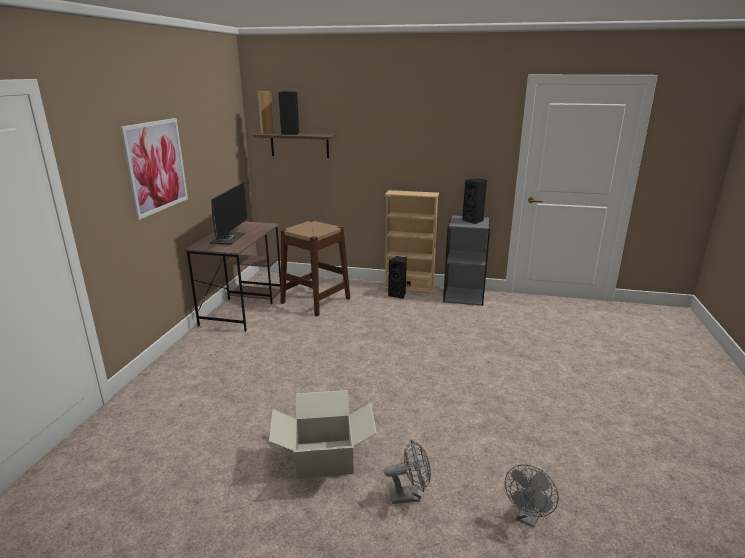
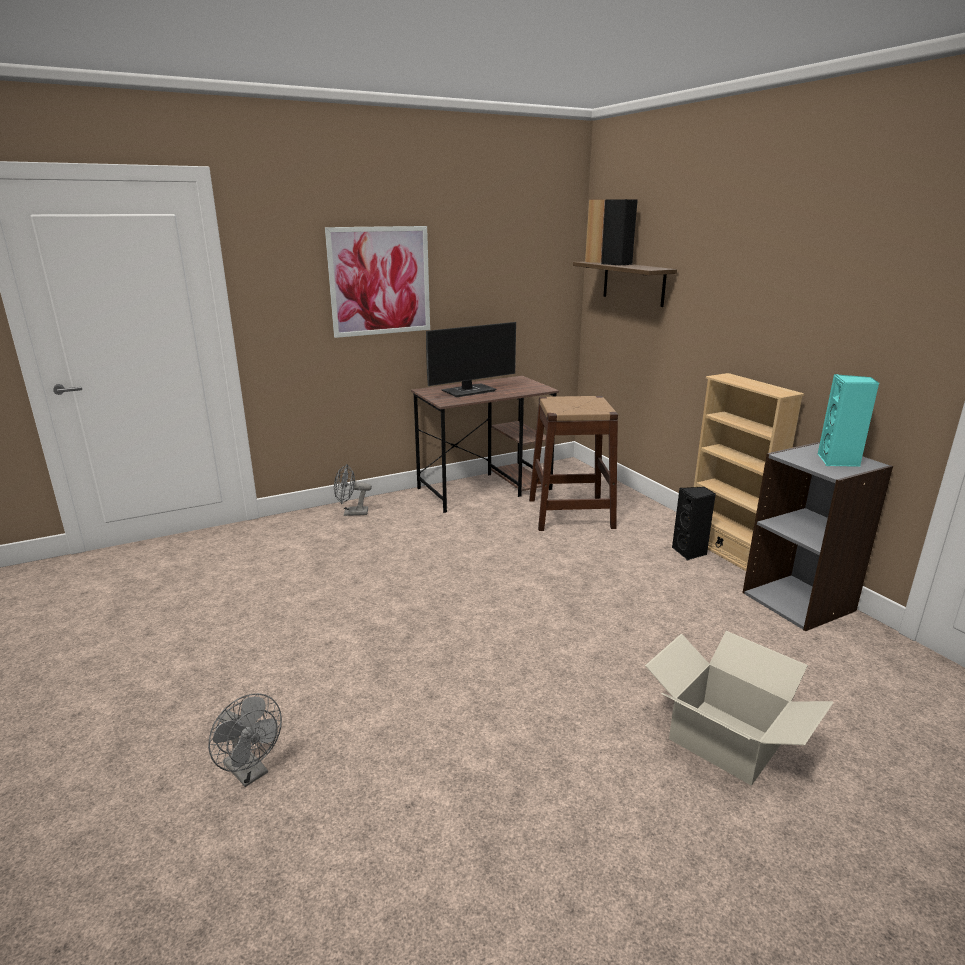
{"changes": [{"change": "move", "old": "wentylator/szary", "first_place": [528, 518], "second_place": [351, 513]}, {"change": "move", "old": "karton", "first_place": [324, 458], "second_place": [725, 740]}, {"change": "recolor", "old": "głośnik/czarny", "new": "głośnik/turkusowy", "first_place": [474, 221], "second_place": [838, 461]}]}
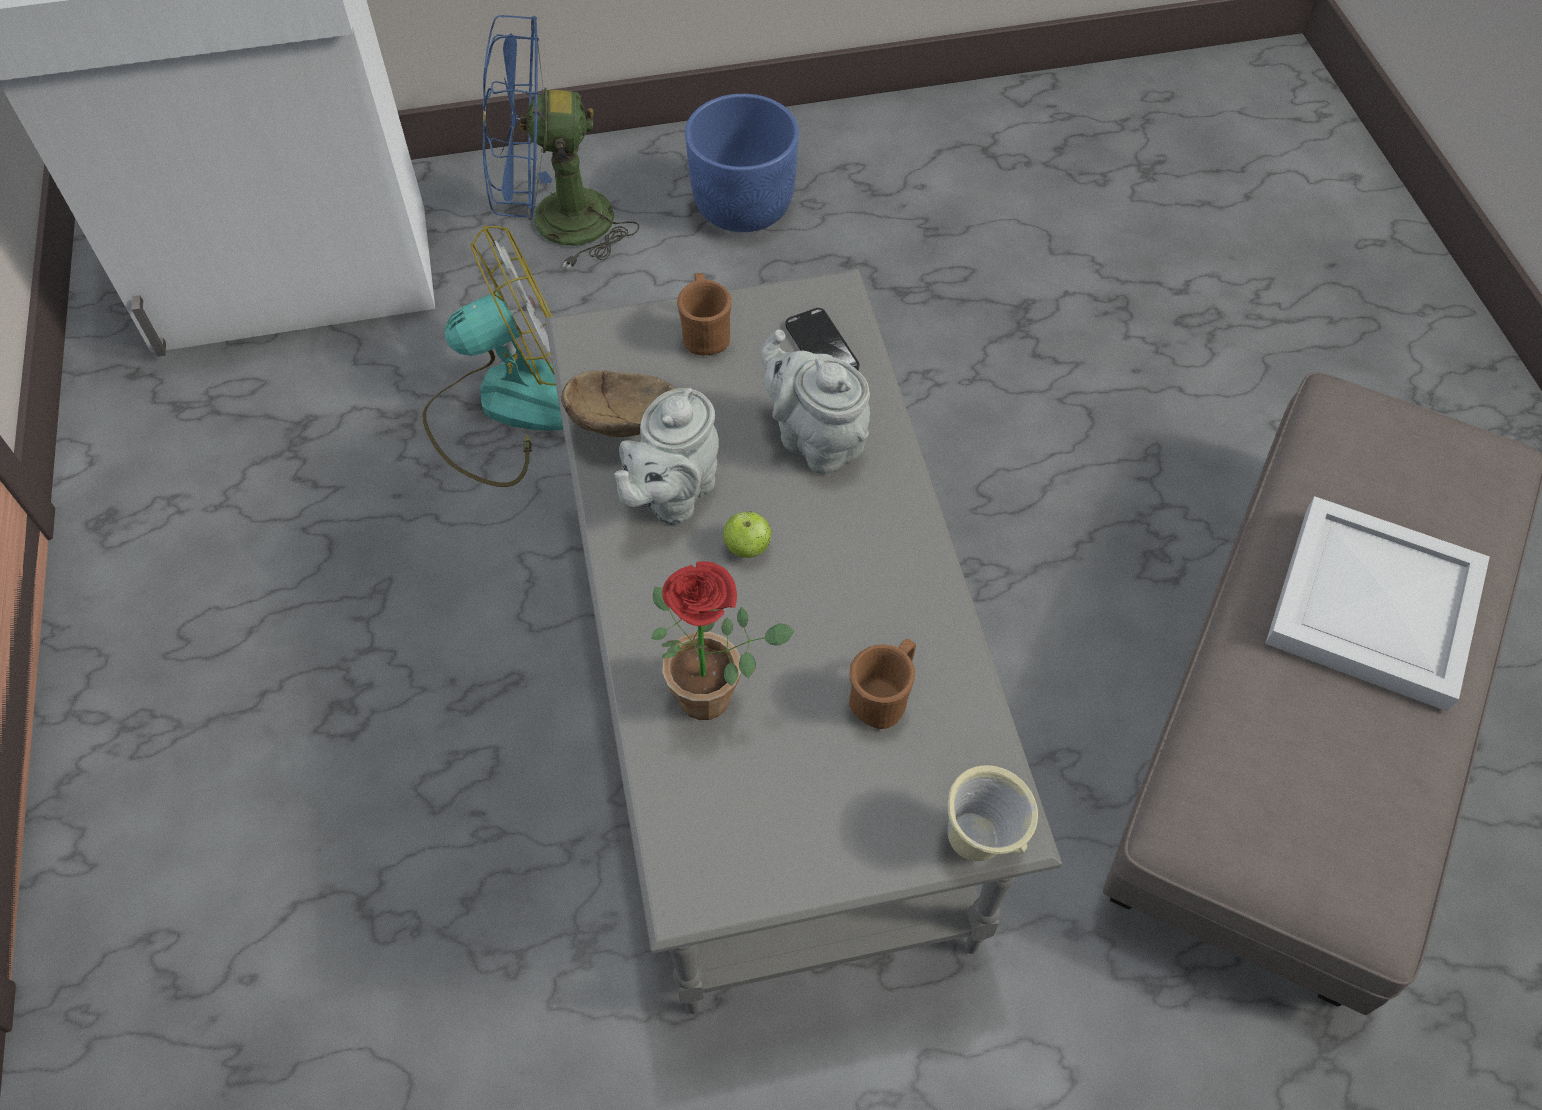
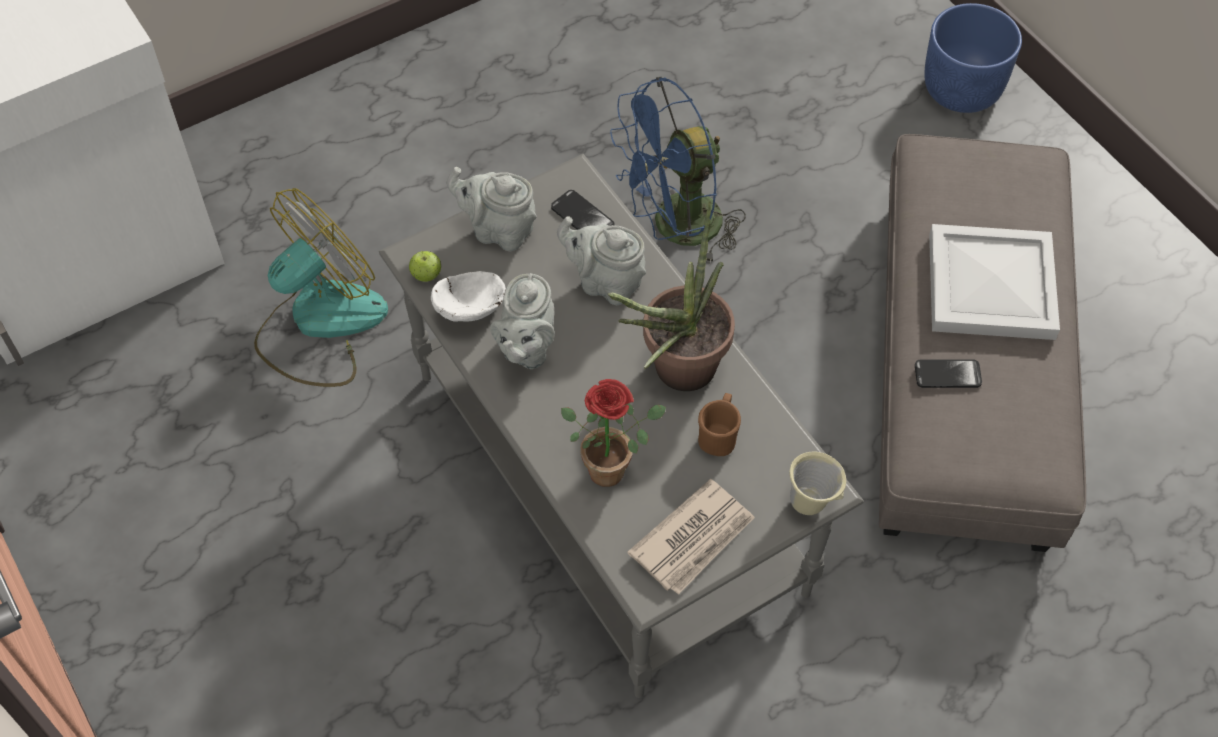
{"changes": [{"change": "move", "old": "jabłko", "first_place": [747, 547], "second_place": [426, 275]}, {"change": "recolor", "old": "miska/brązowy", "new": "miska/biały", "first_place": [628, 421], "second_place": [473, 307]}, {"change": "replace", "old": "kubek/brązowy", "new": "imbryk/szary", "first_place": [705, 334], "second_place": [498, 230]}, {"change": "insert", "new": "roślina doniczkowa", "second_place": [675, 374]}, {"change": "move", "old": "wentylator/niebieski", "first_place": [554, 223], "second_place": [675, 228]}, {"change": "insert", "new": "gazeta", "second_place": [694, 539]}, {"change": "insert", "new": "telefon", "second_place": [947, 375]}, {"change": "move", "old": "donica/niebieski", "first_place": [744, 206], "second_place": [962, 89]}]}
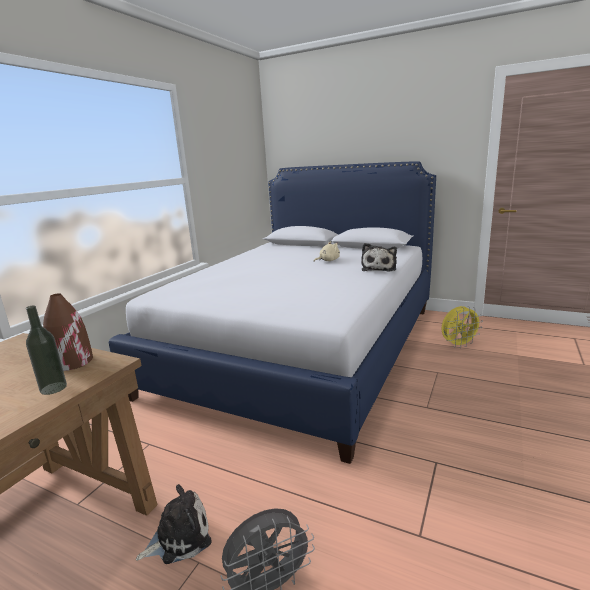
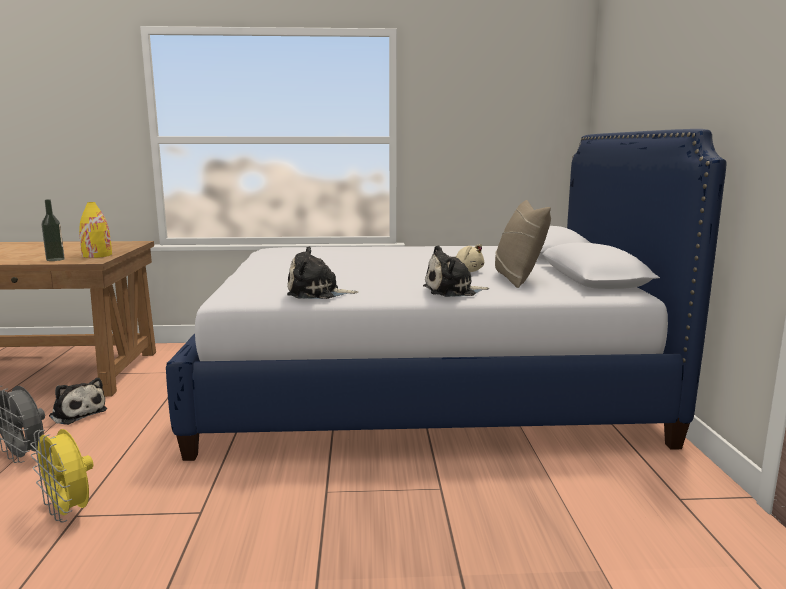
{"changes": [{"change": "move", "old": "wentylator/żółty", "first_place": [458, 345], "second_place": [69, 512]}, {"change": "recolor", "old": "wazon/brązowy", "new": "wazon/żółty", "first_place": [72, 362], "second_place": [97, 255]}, {"change": "insert", "new": "pluszak", "second_place": [317, 293]}, {"change": "insert", "new": "poduszka/beżowy", "second_place": [518, 278]}]}
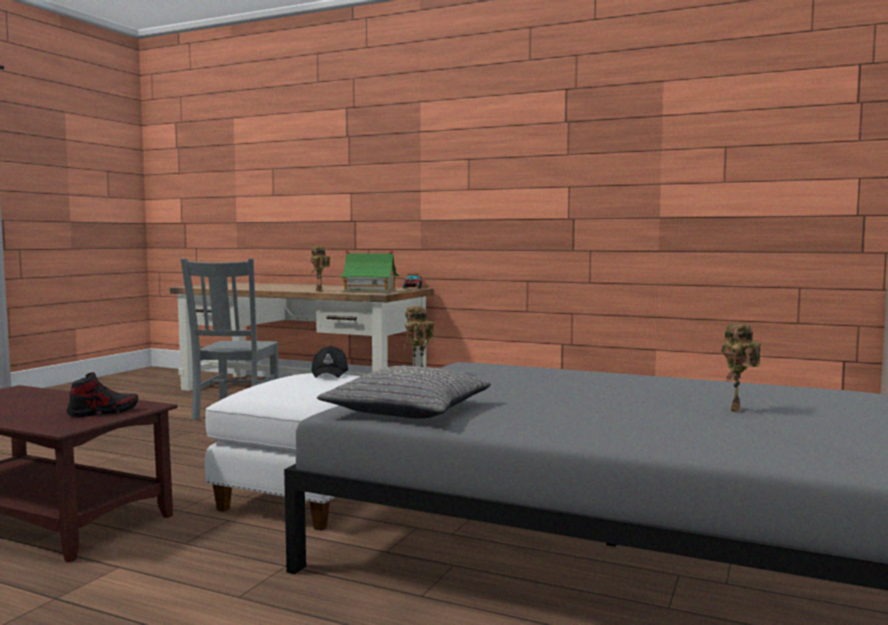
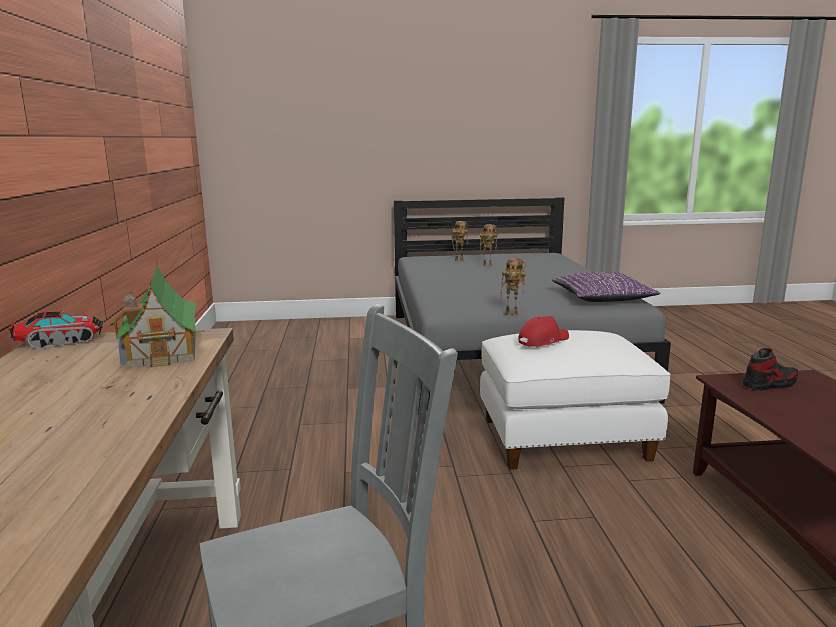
{"changes": [{"change": "move", "old": "robot zabawkowy", "first_place": [320, 291], "second_place": [459, 260]}, {"change": "recolor", "old": "czapka z daszkiem/czarny", "new": "czapka z daszkiem/czerwony", "first_place": [330, 373], "second_place": [542, 340]}, {"change": "recolor", "old": "poduszka/szary", "new": "poduszka/fioletowy", "first_place": [409, 410], "second_place": [602, 298]}, {"change": "rotate", "old": "but", "first_place": [103, 412], "second_place": [769, 384], "degrees": 135}]}
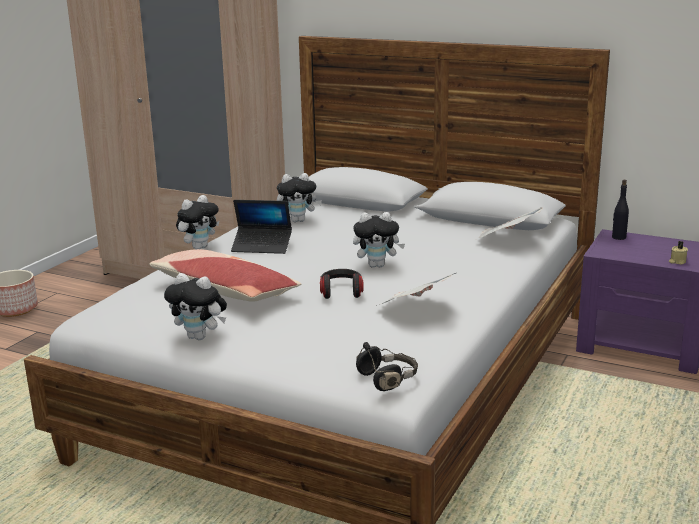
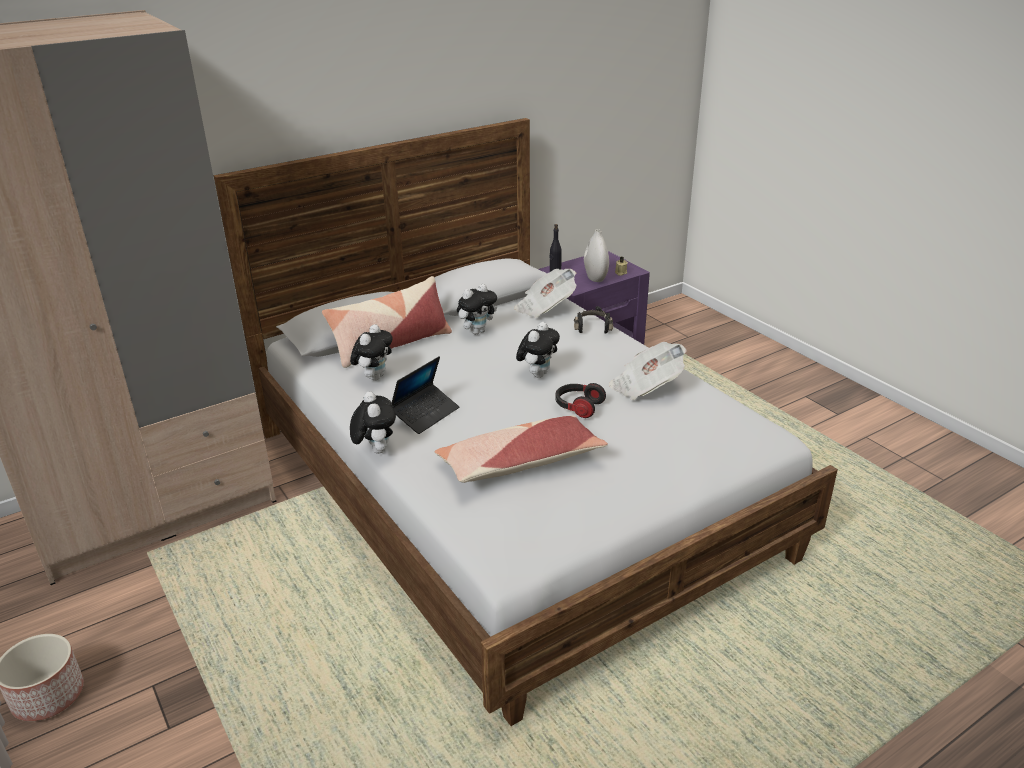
{"changes": [{"change": "insert", "new": "poduszka", "second_place": [391, 345]}, {"change": "move", "old": "pluszak", "first_place": [200, 337], "second_place": [477, 331]}, {"change": "move", "old": "słuchawki/czarny", "first_place": [388, 379], "second_place": [593, 328]}, {"change": "insert", "new": "wazon/biały", "second_place": [595, 277]}]}
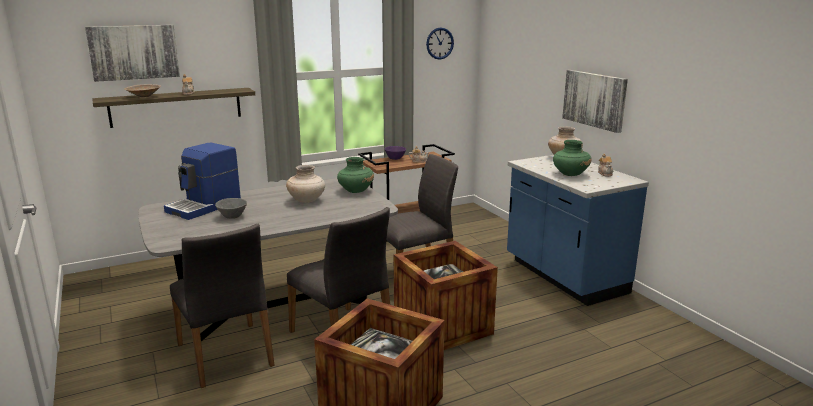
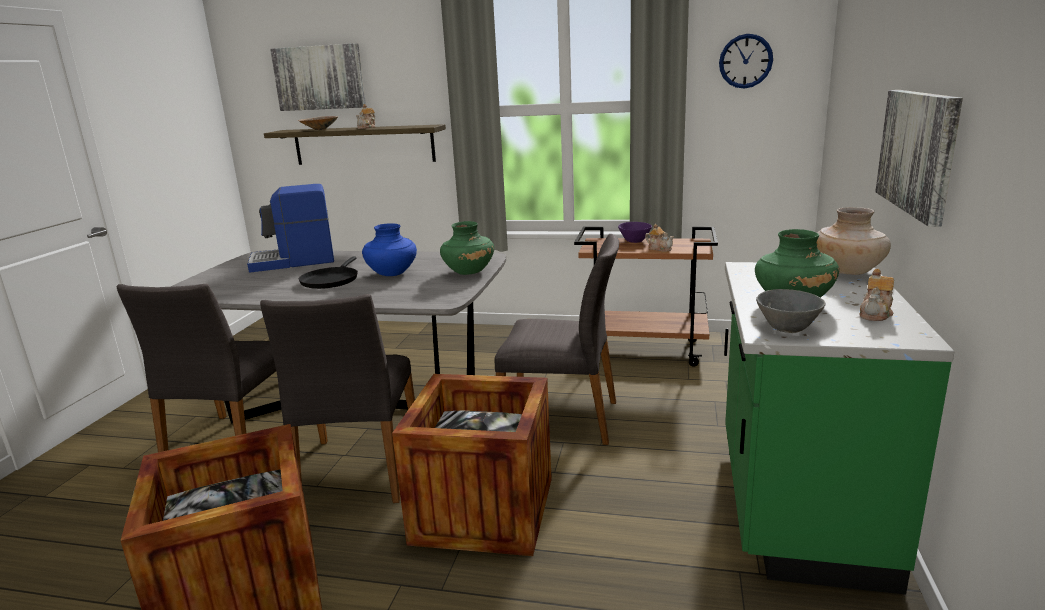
{"changes": [{"change": "insert", "new": "patelnia/czarny", "second_place": [330, 280]}, {"change": "recolor", "old": "wazon/beżowy", "new": "wazon/niebieski", "first_place": [307, 200], "second_place": [392, 273]}, {"change": "recolor", "old": "zabudowa kuchenna/niebieski", "new": "zabudowa kuchenna/zielony", "first_place": [564, 277], "second_place": [795, 506]}, {"change": "move", "old": "miska/szary", "first_place": [231, 217], "second_place": [786, 328]}]}
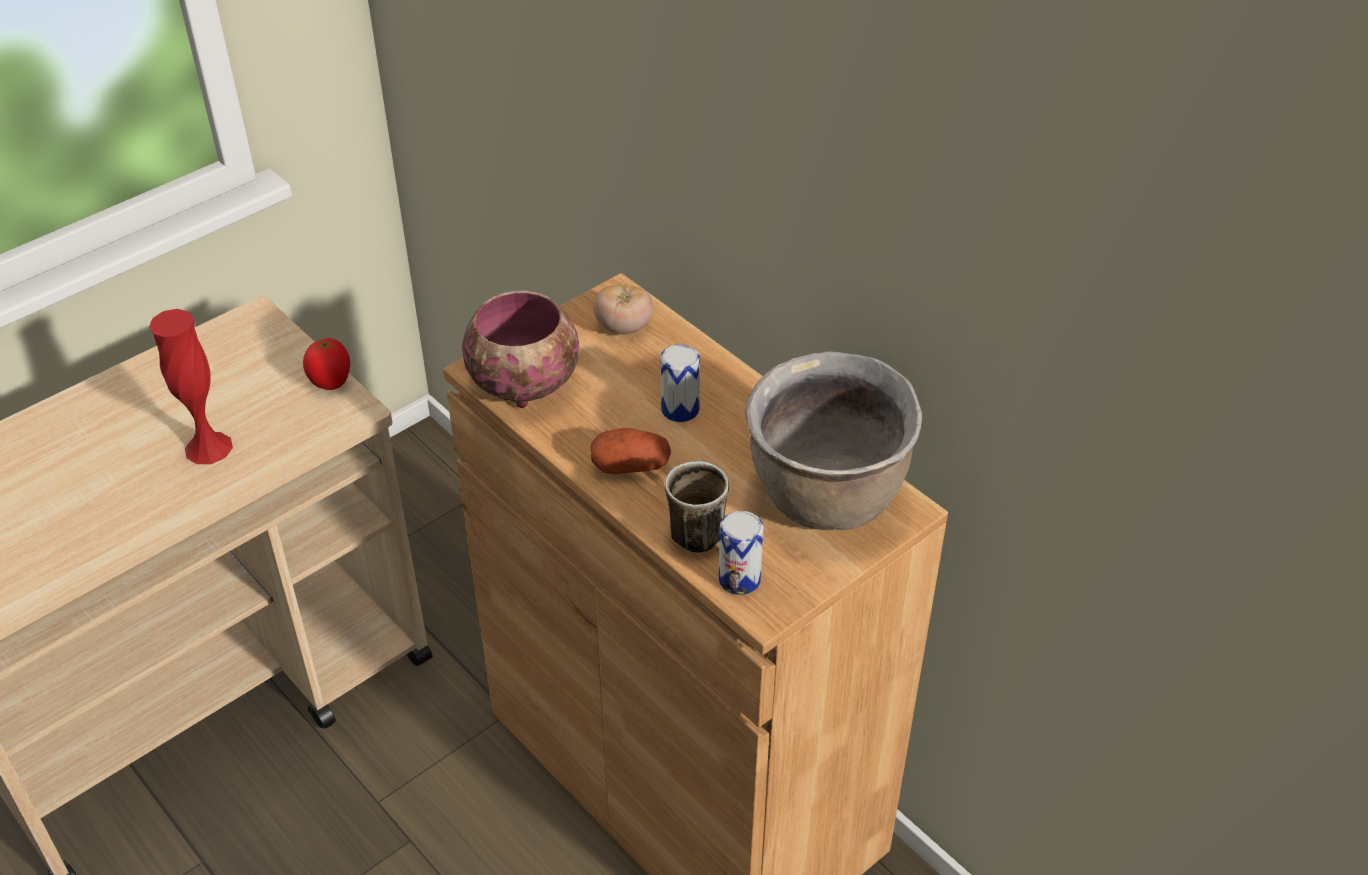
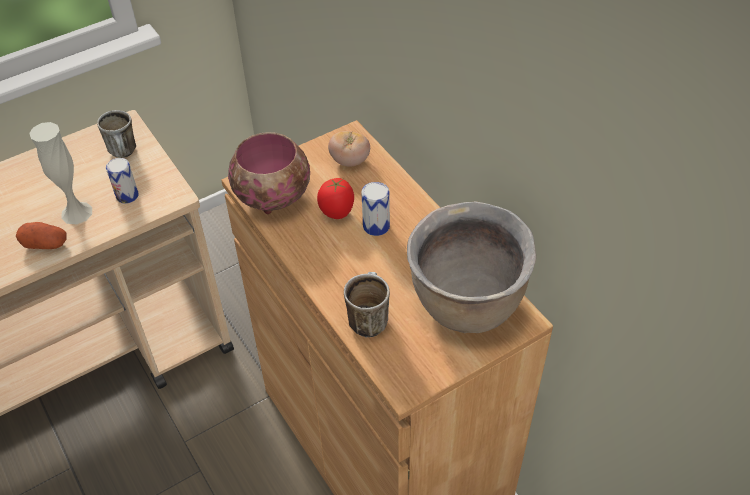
{"changes": [{"change": "move", "old": "ziemniak", "first_place": [631, 465], "second_place": [45, 244]}, {"change": "recolor", "old": "wazon/czerwony", "new": "wazon/biały", "first_place": [208, 448], "second_place": [76, 212]}, {"change": "insert", "new": "kubek", "second_place": [125, 153]}, {"change": "move", "old": "puszka", "first_place": [739, 579], "second_place": [127, 195]}, {"change": "move", "old": "pomidor", "first_place": [331, 384], "second_place": [337, 213]}]}
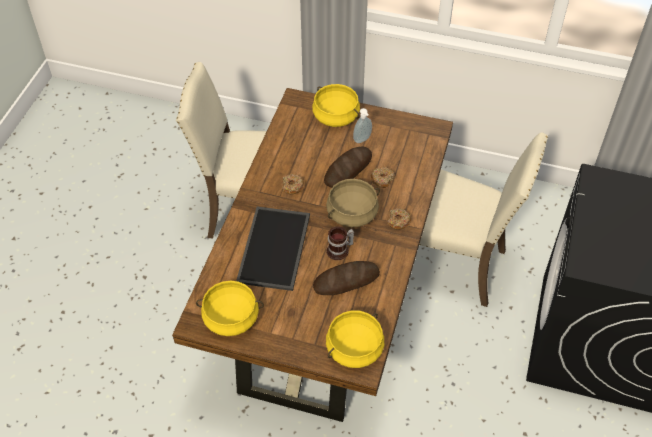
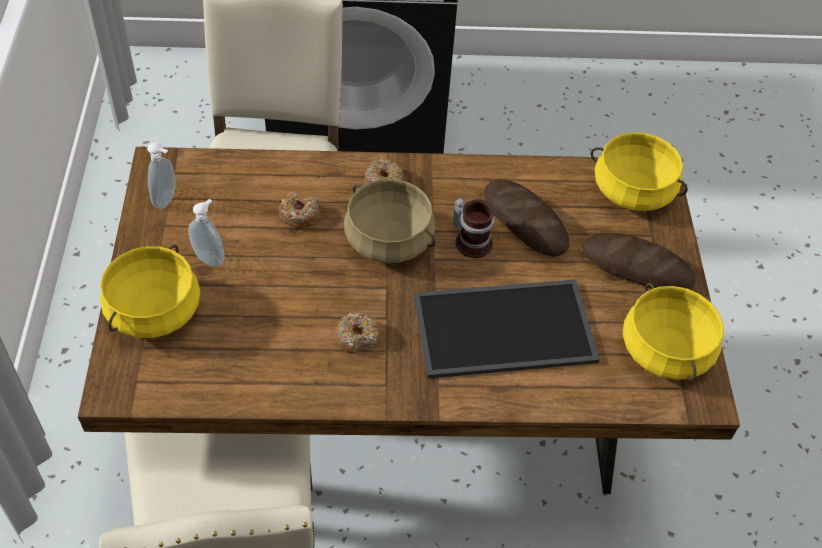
{"changes": [{"change": "insert", "new": "dozownik mydła", "second_place": [167, 200]}, {"change": "move", "old": "chleb", "first_place": [348, 169], "second_place": [637, 267]}]}
